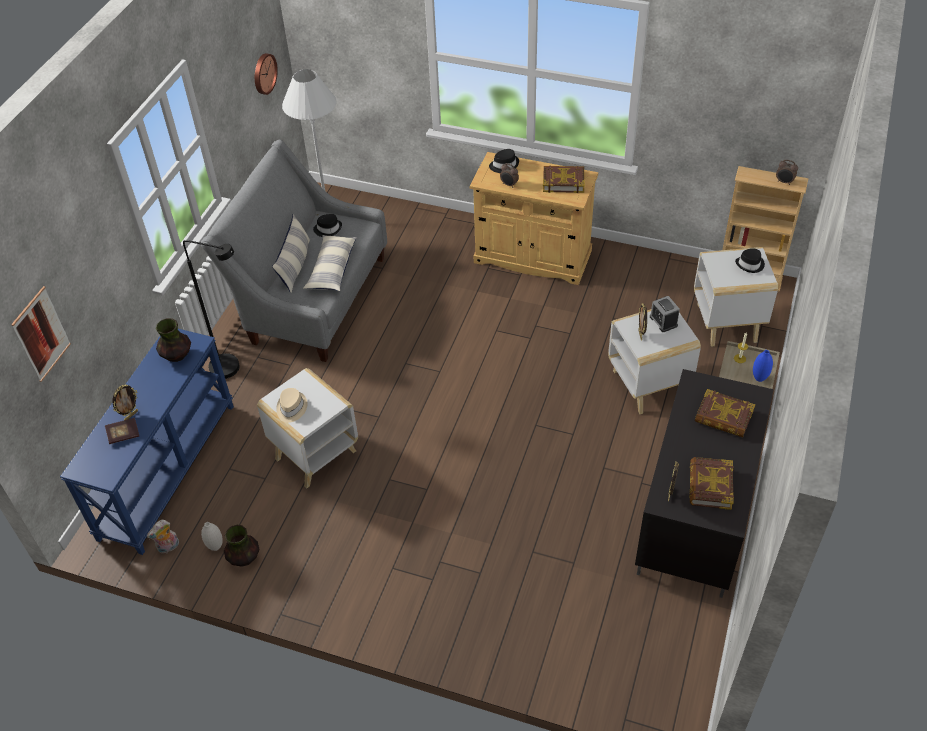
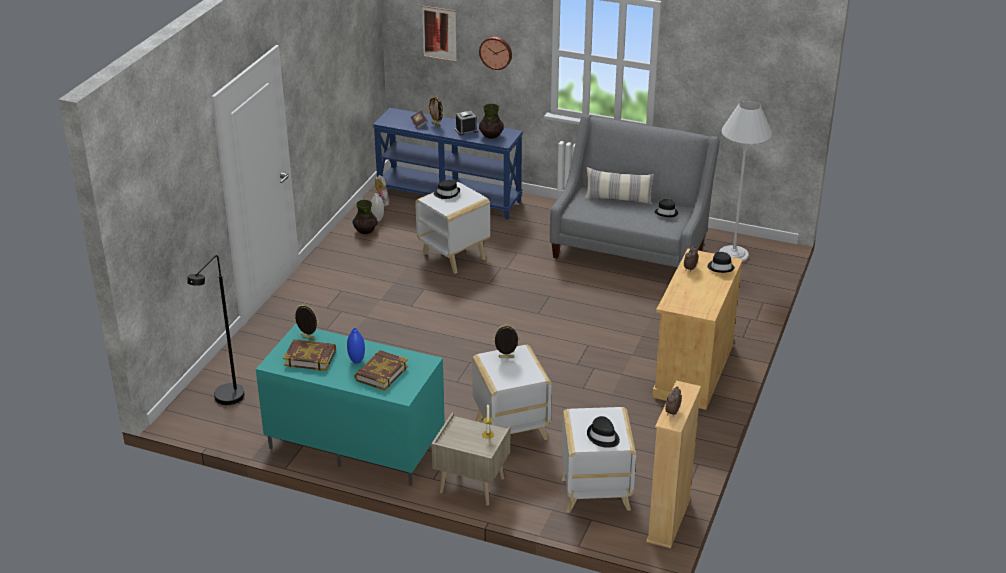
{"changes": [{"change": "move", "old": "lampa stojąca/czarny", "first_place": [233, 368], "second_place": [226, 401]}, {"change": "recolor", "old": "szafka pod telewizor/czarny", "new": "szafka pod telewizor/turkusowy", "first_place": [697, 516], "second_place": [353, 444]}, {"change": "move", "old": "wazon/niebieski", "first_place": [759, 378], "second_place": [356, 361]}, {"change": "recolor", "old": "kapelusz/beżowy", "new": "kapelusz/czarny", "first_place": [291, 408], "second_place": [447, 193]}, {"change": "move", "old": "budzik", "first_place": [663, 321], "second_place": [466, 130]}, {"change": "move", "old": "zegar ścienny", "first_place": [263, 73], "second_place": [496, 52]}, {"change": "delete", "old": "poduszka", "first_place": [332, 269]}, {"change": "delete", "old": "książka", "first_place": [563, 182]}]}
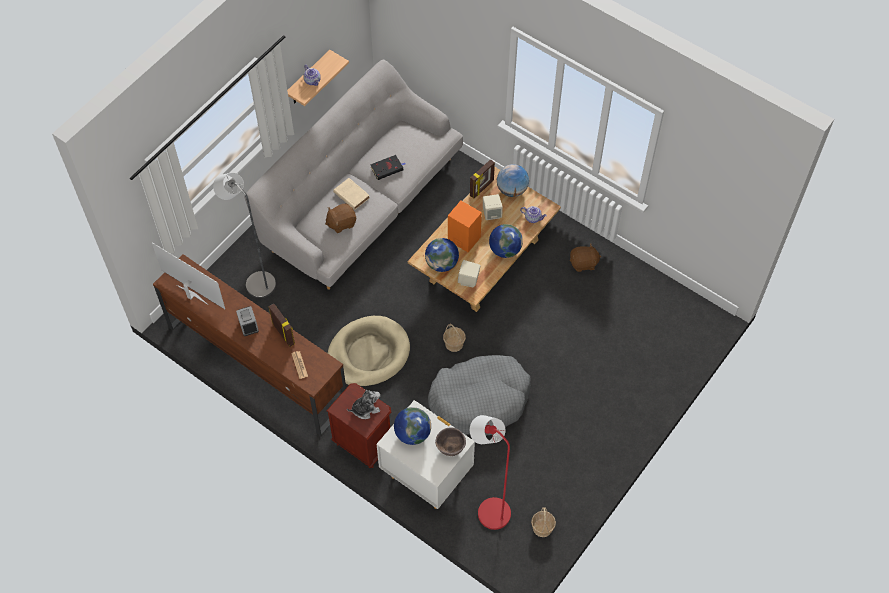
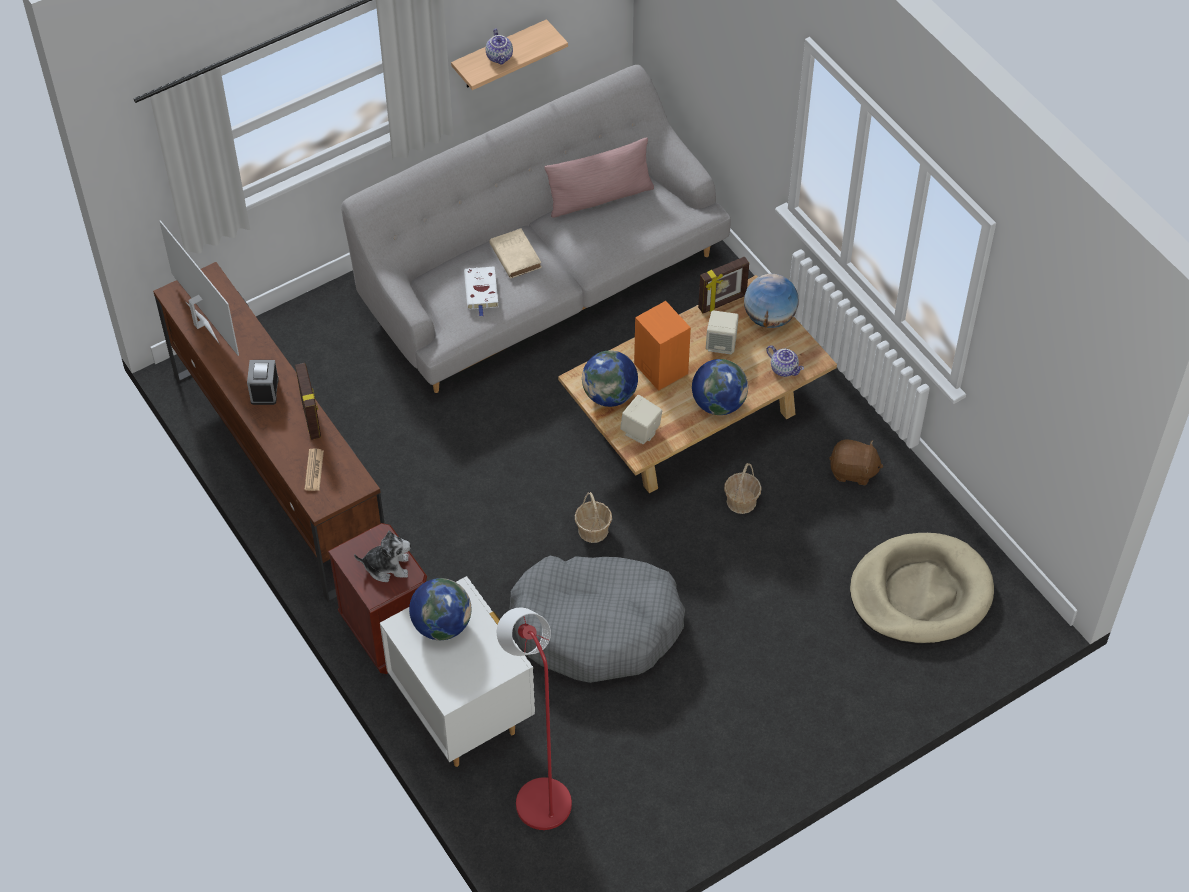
{"changes": [{"change": "replace", "old": "pluszak/brązowy", "new": "książka/biały", "first_place": [341, 223], "second_place": [481, 292]}, {"change": "insert", "new": "poduszka/różowy", "second_place": [600, 197]}, {"change": "move", "old": "koszyk", "first_place": [542, 528], "second_place": [741, 501]}, {"change": "move", "old": "legowisko/beżowy", "first_place": [368, 353], "second_place": [920, 593]}, {"change": "delete", "old": "lampa stojąca/szary", "first_place": [256, 281]}, {"change": "delete", "old": "książka/czarny", "first_place": [387, 168]}, {"change": "delete", "old": "miska/brązowy", "first_place": [450, 448]}]}
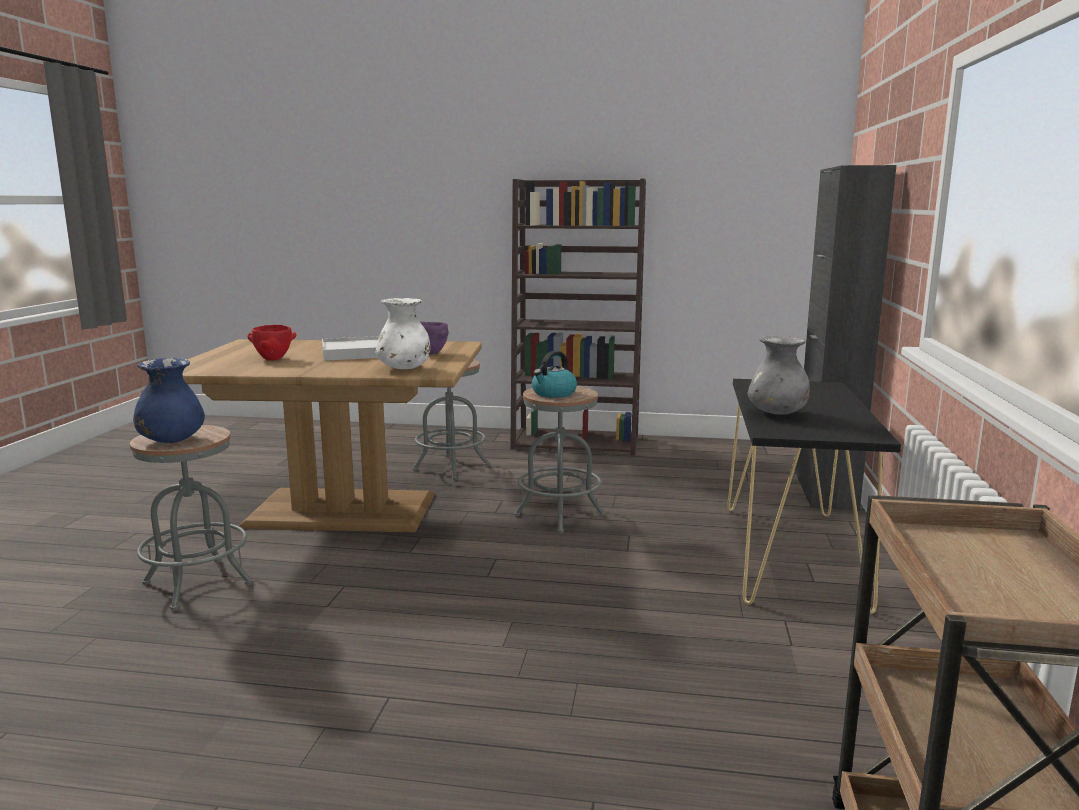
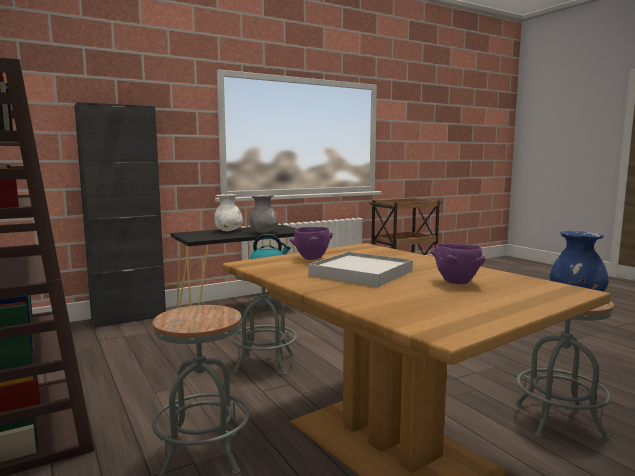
{"changes": [{"change": "move", "old": "wazon/biały", "first_place": [404, 369], "second_place": [228, 230]}, {"change": "recolor", "old": "miska/czerwony", "new": "miska/fioletowy", "first_place": [272, 359], "second_place": [457, 283]}]}
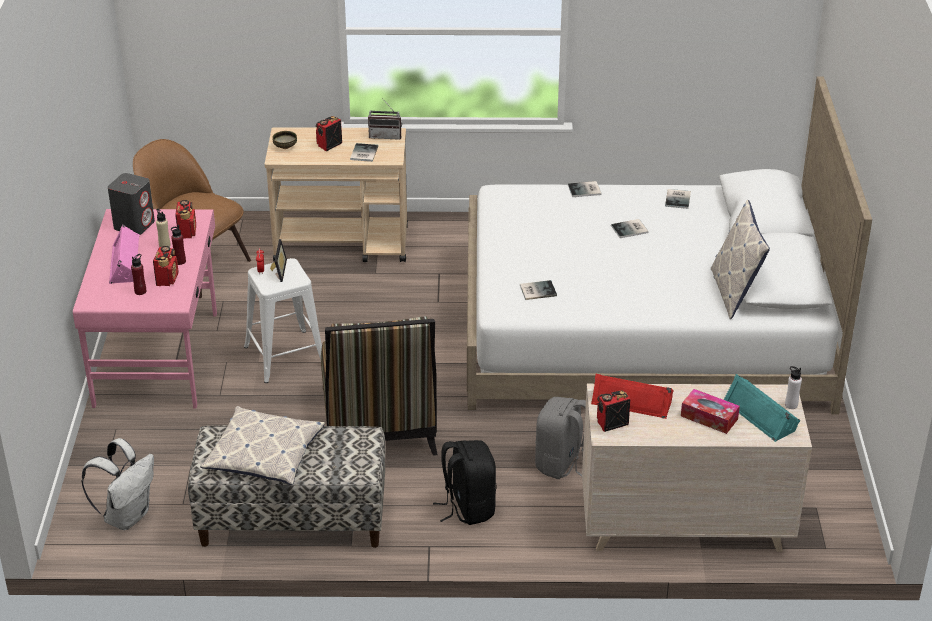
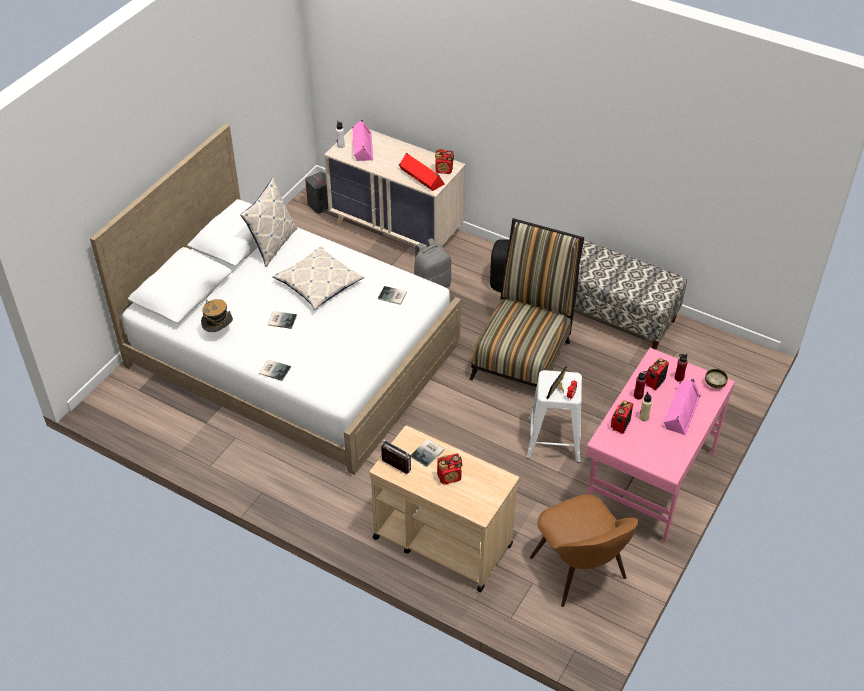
{"changes": [{"change": "replace", "old": "książka", "new": "kapelusz", "first_place": [679, 199], "second_place": [219, 332]}, {"change": "move", "old": "poduszka", "first_place": [264, 454], "second_place": [318, 283]}, {"change": "move", "old": "głośnik/szary", "first_place": [134, 225], "second_place": [320, 205]}, {"change": "recolor", "old": "głośnik/turkusowy", "new": "głośnik/różowy", "first_place": [761, 414], "second_place": [361, 146]}, {"change": "move", "old": "miska", "first_place": [285, 147], "second_place": [715, 383]}, {"change": "delete", "old": "plecak/biały", "first_place": [127, 516]}, {"change": "delete", "old": "pudełko chusteczek", "first_place": [709, 417]}]}
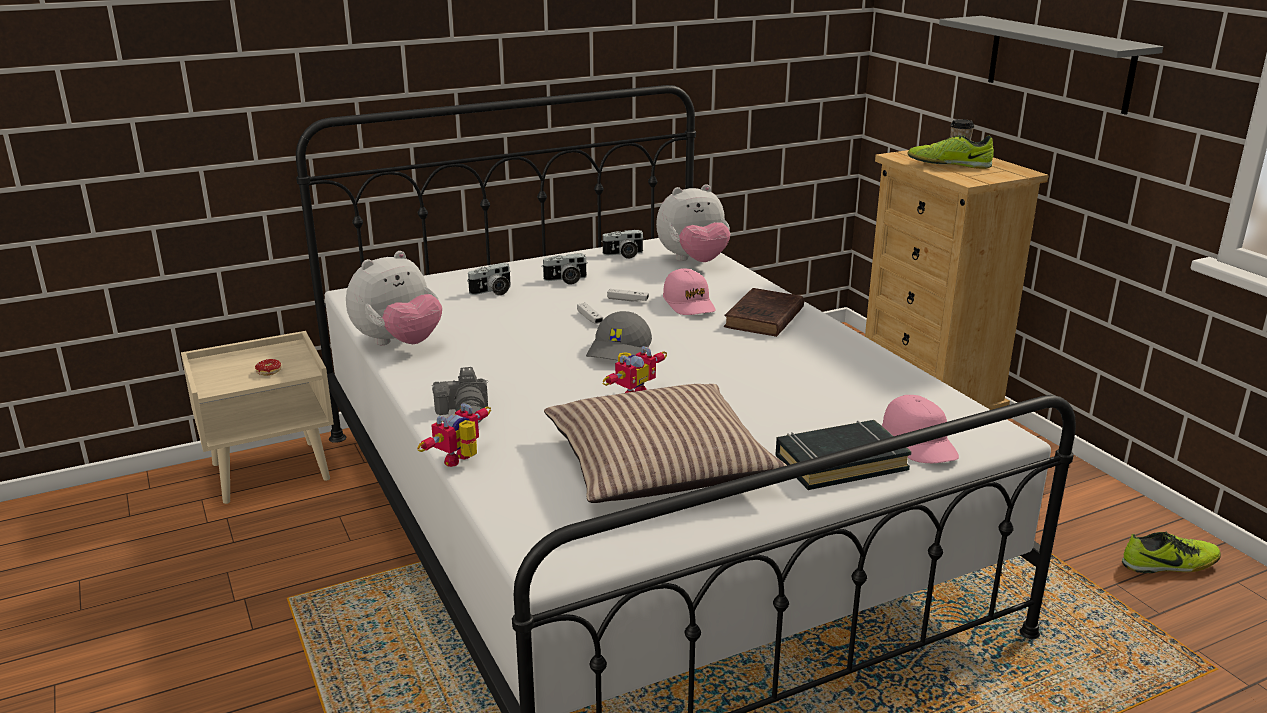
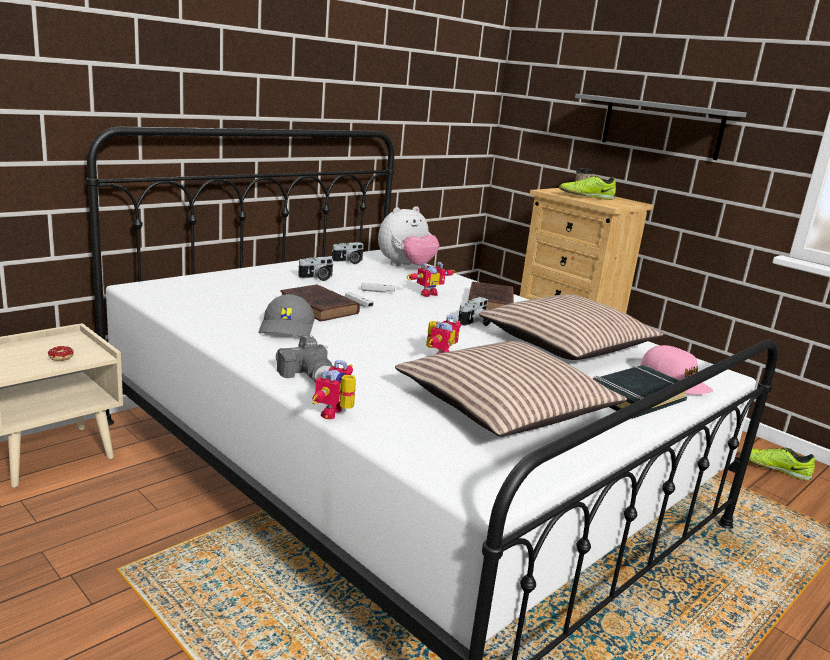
{"changes": [{"change": "move", "old": "czapka z daszkiem/szary", "first_place": [620, 351], "second_place": [288, 329]}, {"change": "insert", "new": "książka/brązowy", "second_place": [320, 308]}, {"change": "replace", "old": "czapka z daszkiem/różowy", "new": "robot zabawkowy", "first_place": [689, 303], "second_place": [427, 293]}, {"change": "move", "old": "aparat fotograficzny", "first_place": [492, 292], "second_place": [475, 323]}, {"change": "insert", "new": "poduszka", "second_place": [566, 344]}, {"change": "rotate", "old": "but", "first_place": [1169, 565], "second_place": [773, 468], "degrees": -135}, {"change": "delete", "old": "pluszak", "first_place": [398, 343]}]}
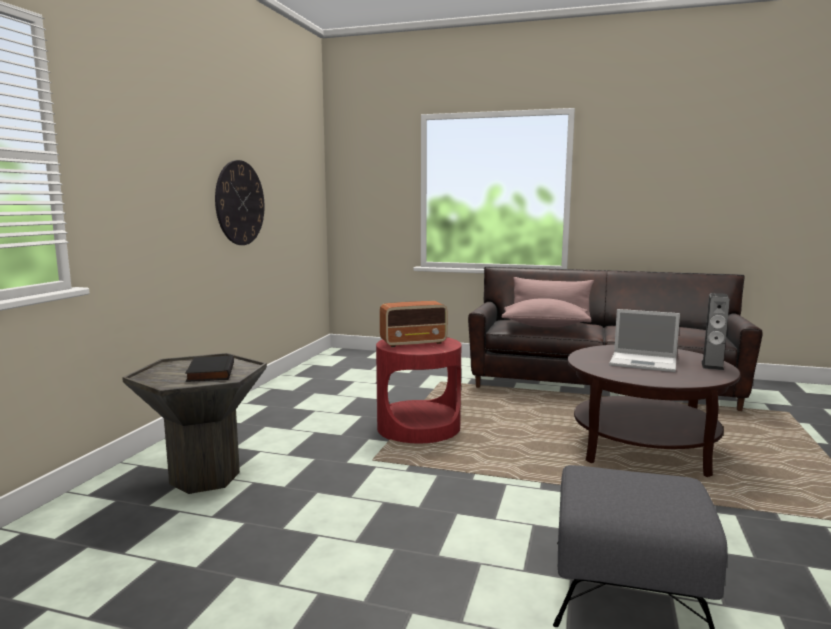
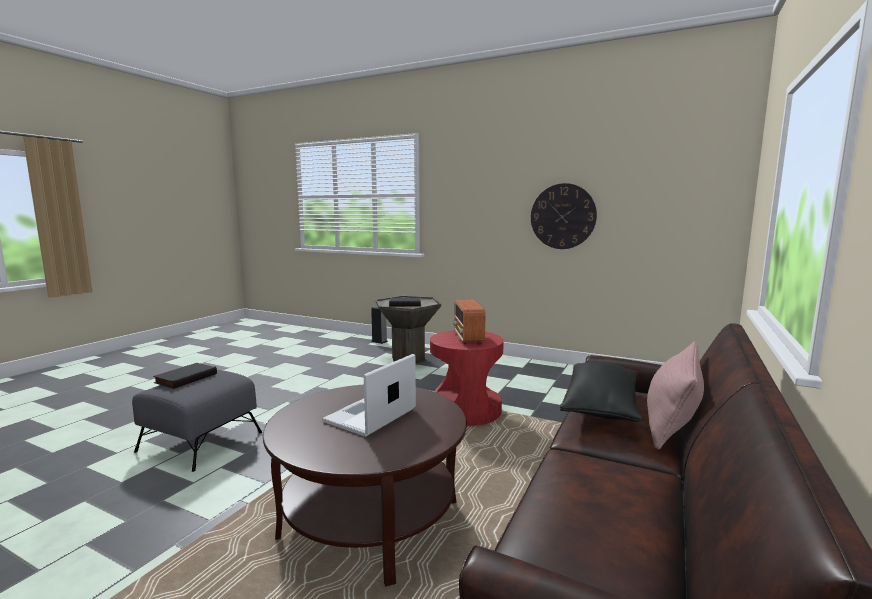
{"changes": [{"change": "insert", "new": "książka/czarny", "second_place": [185, 378]}, {"change": "move", "old": "głośnik", "first_place": [712, 365], "second_place": [379, 341]}, {"change": "recolor", "old": "poduszka/różowy", "new": "poduszka/czarny", "first_place": [544, 326], "second_place": [601, 407]}]}
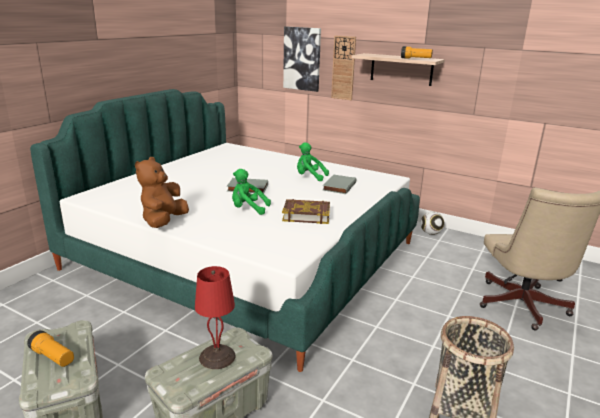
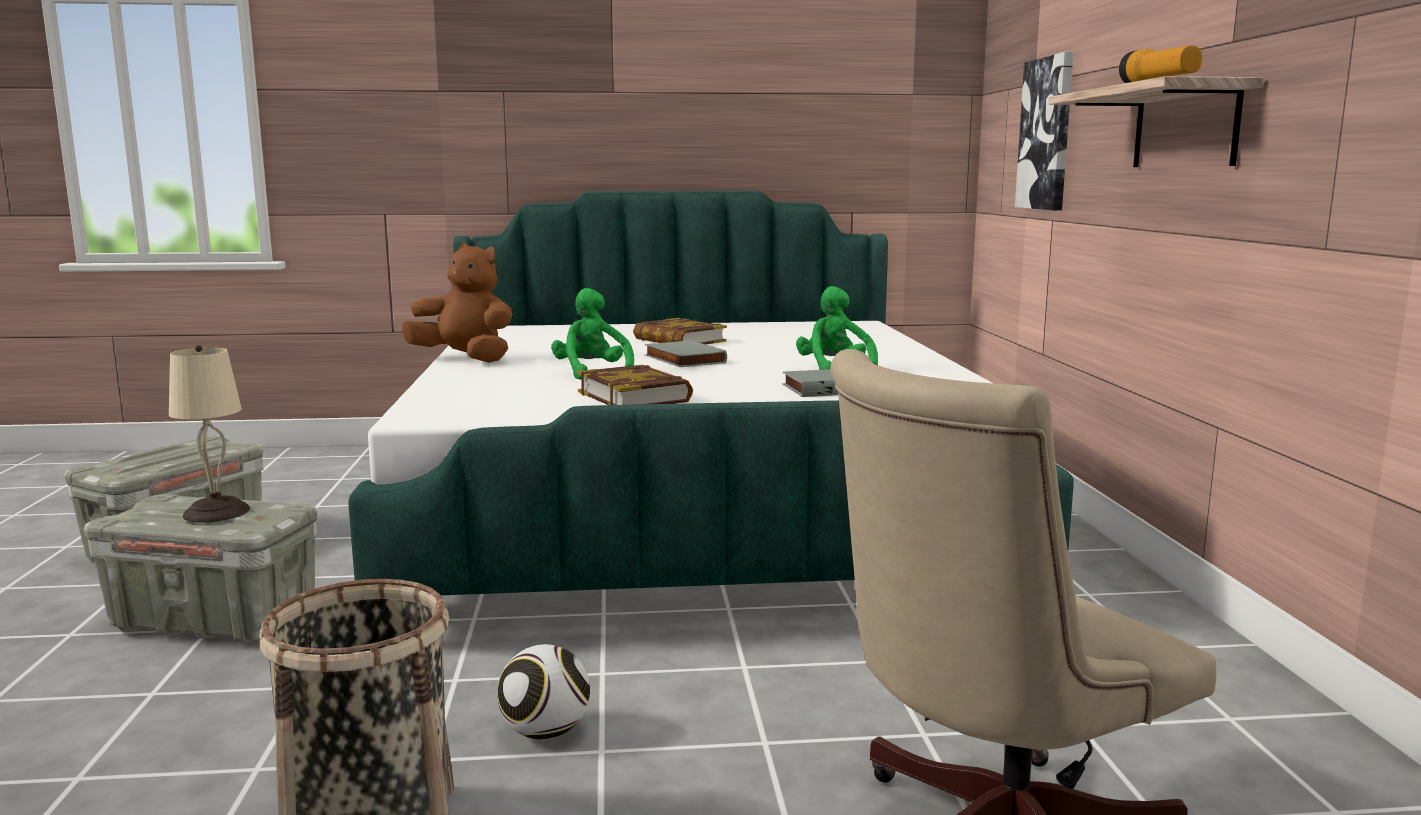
{"changes": [{"change": "recolor", "old": "lampa stołowa/czerwony", "new": "lampa stołowa/beżowy", "first_place": [218, 357], "second_place": [216, 512]}, {"change": "rotate", "old": "pluszak/brązowy", "first_place": [164, 222], "second_place": [465, 359], "degrees": 45}, {"change": "move", "old": "piłka futbolowa", "first_place": [430, 233], "second_place": [546, 732]}, {"change": "insert", "new": "książka", "second_place": [679, 340]}, {"change": "delete", "old": "latarka", "first_place": [53, 357]}, {"change": "delete", "old": "zegar ścienny", "first_place": [343, 68]}]}
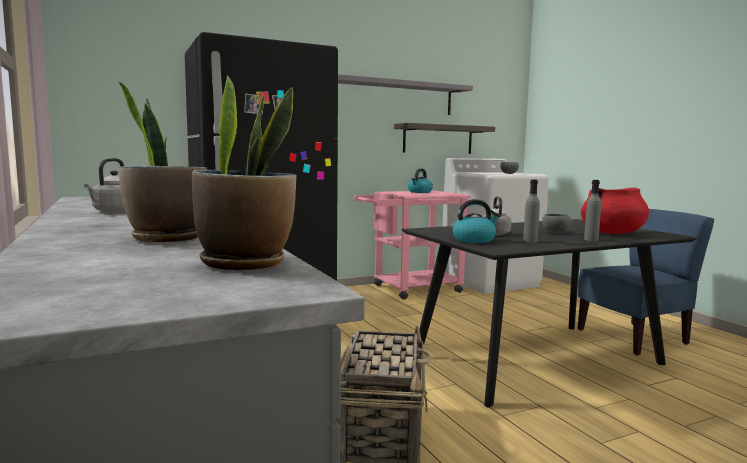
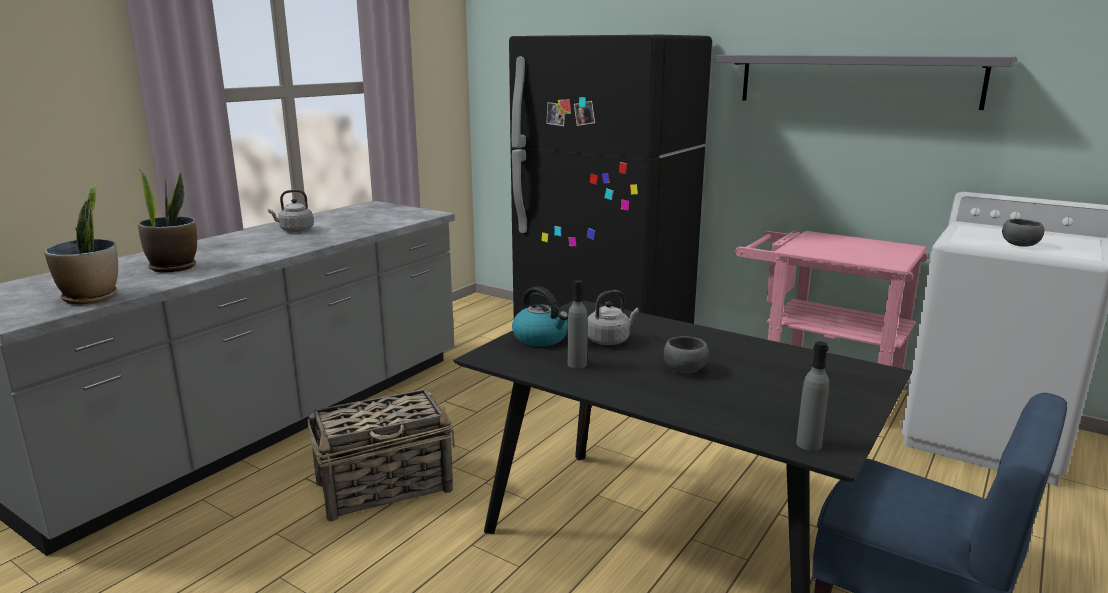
{"changes": [{"change": "move", "old": "butelka/szary", "first_place": [591, 239], "second_place": [808, 444]}, {"change": "delete", "old": "półka", "first_place": [438, 139]}, {"change": "delete", "old": "czajnik", "first_place": [420, 192]}, {"change": "delete", "old": "garnek/czerwony", "first_place": [612, 233]}]}
